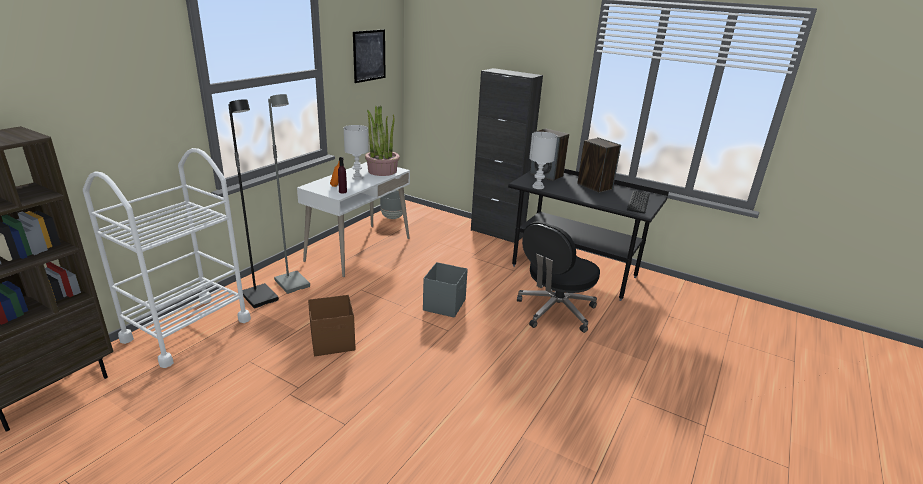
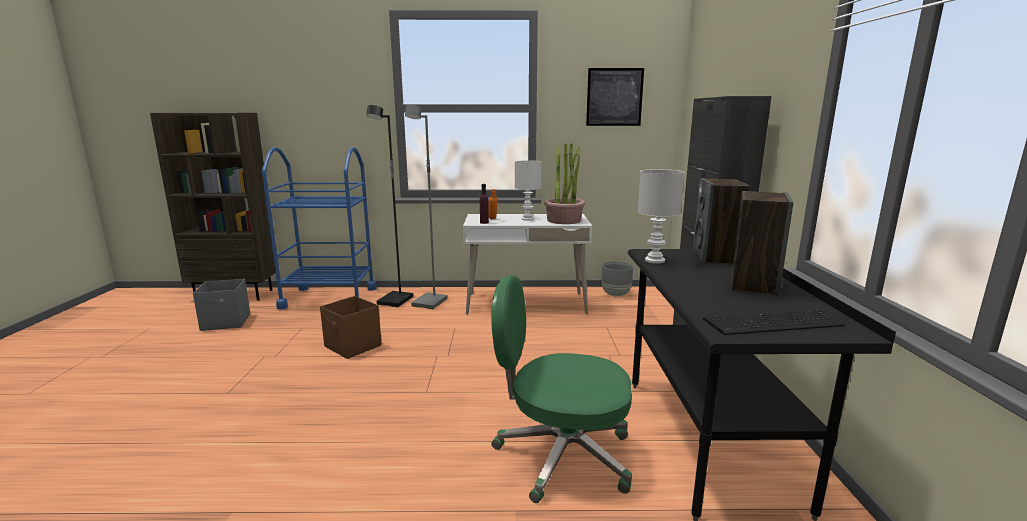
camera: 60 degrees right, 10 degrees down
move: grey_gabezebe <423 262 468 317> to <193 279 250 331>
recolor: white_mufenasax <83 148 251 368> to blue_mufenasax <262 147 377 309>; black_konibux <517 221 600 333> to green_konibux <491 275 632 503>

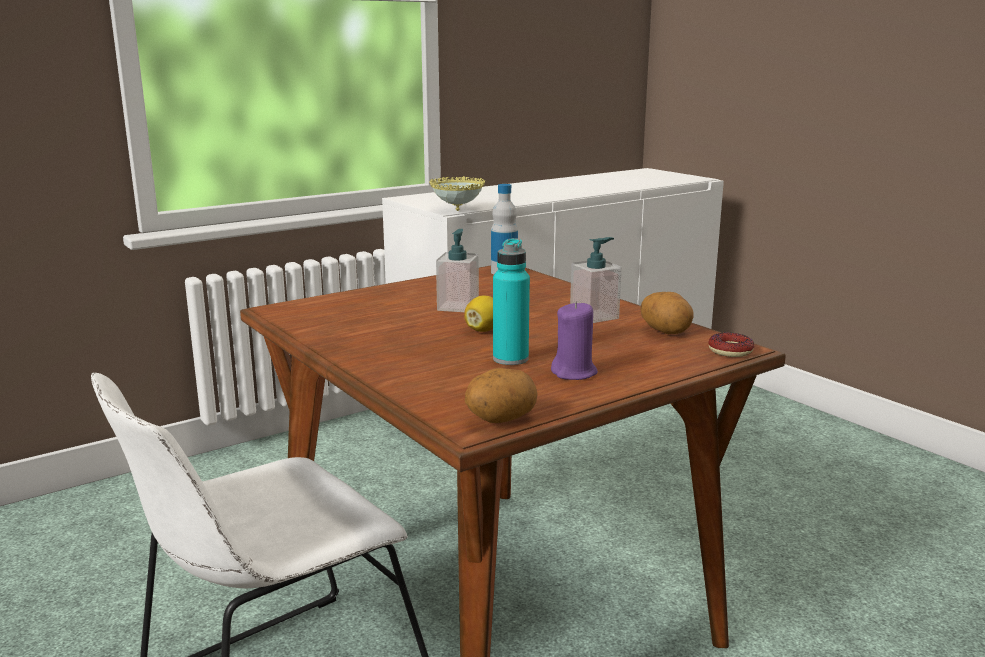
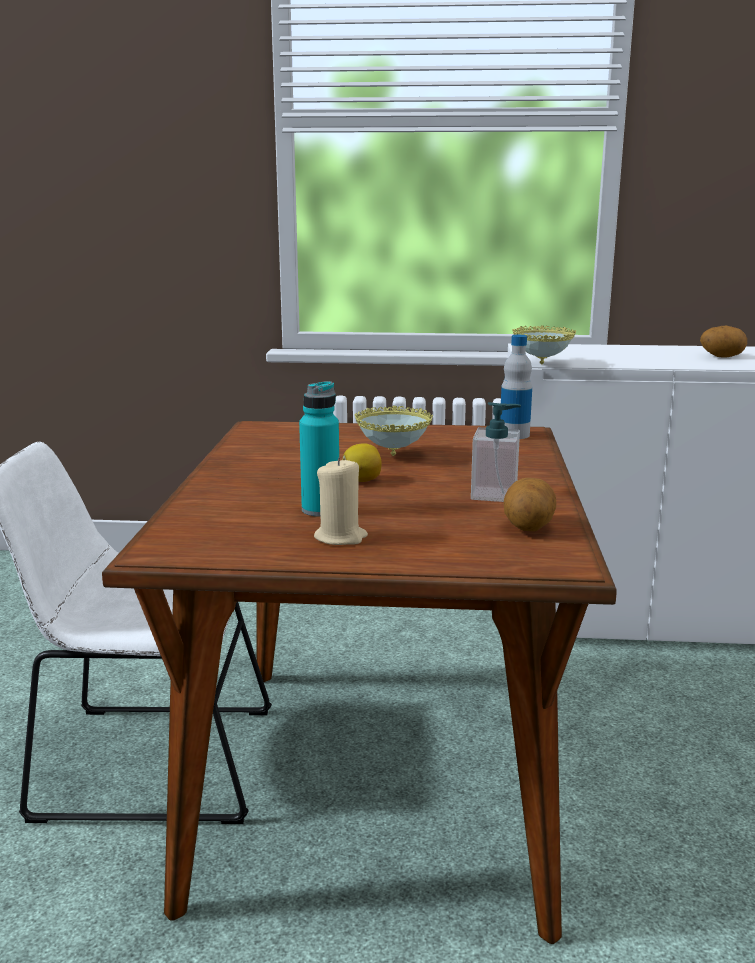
camera: 40 degrees right, 0 degrees up
delete: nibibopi <708 333 754 357>
move: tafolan <465 368 538 423> to <700 326 747 358>
replace: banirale <436 229 479 312> to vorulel <354 405 433 456>
recolor: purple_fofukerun <551 301 598 380> to beige_fofukerun <314 457 368 545>

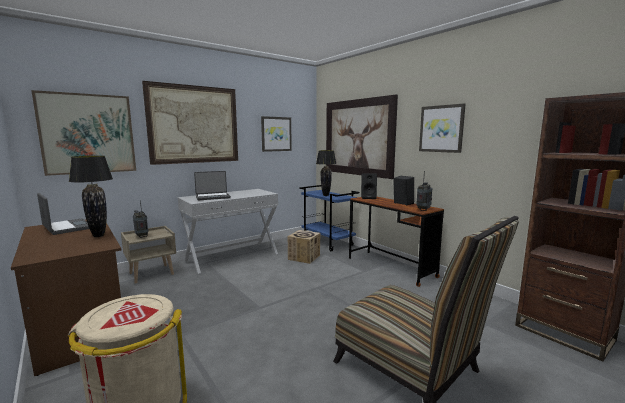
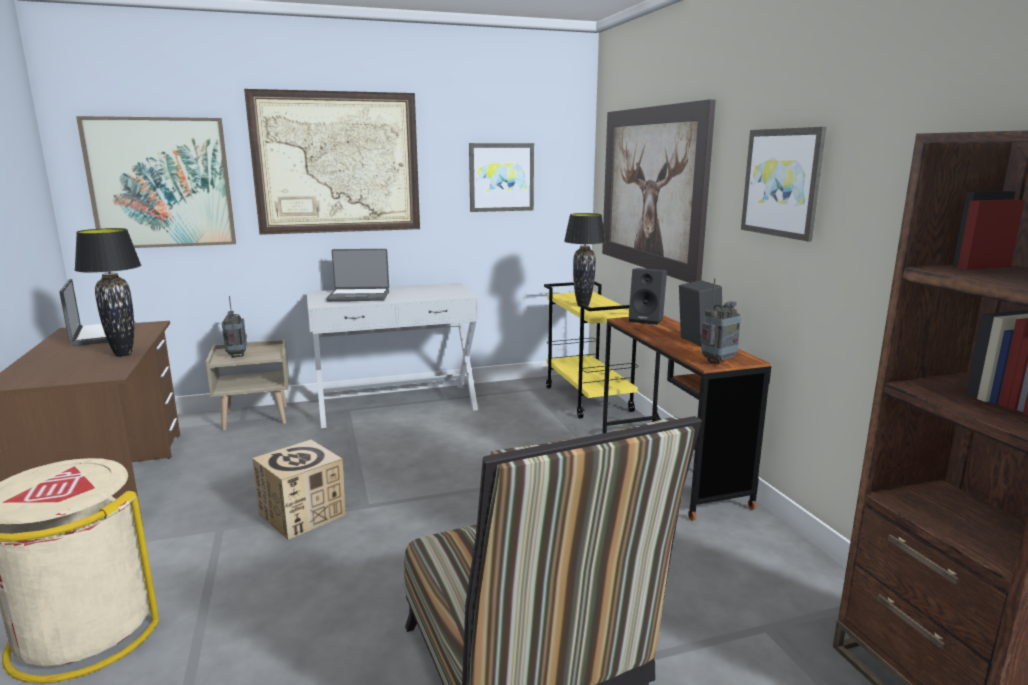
camera: 20 degrees right, 5 degrees up
move: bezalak <288 230 321 264> to <252 440 346 540>
recolor: blue_mufenasax <299 185 359 251> to yellow_mufenasax <544 281 639 419>

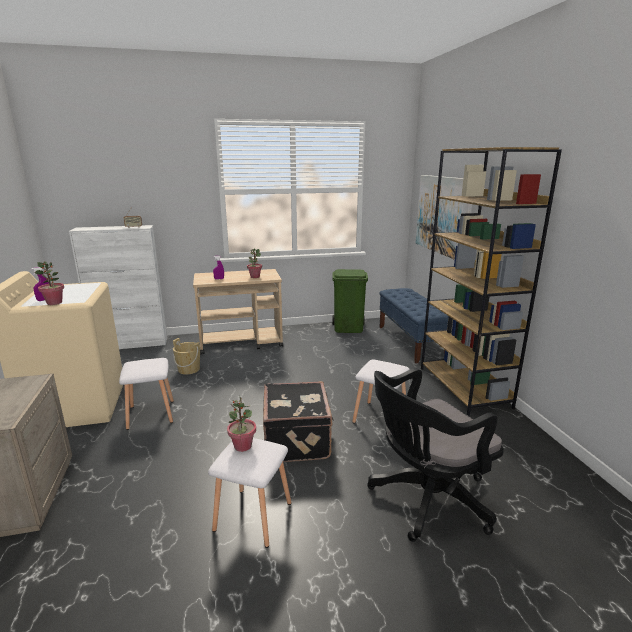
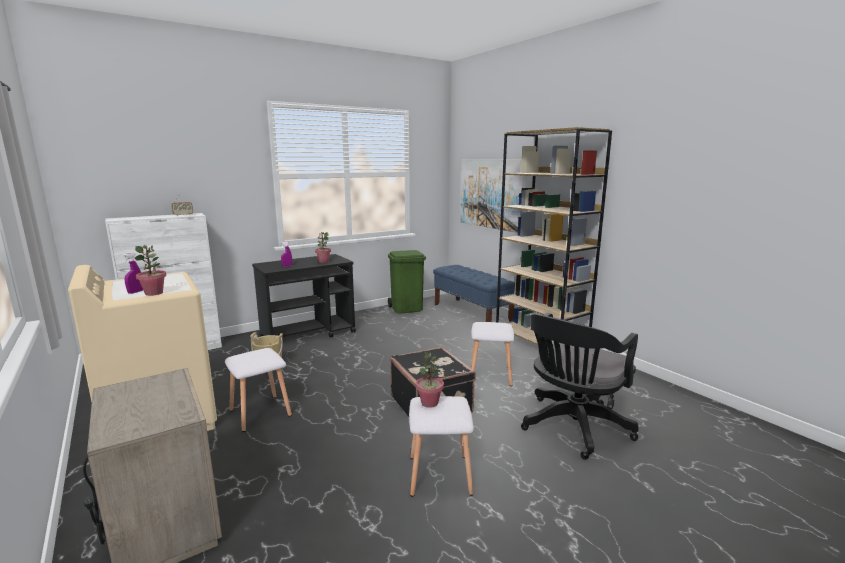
camera: 20 degrees left, 5 degrees down
recolor: beige_mufenasax <193 269 283 354> to black_mufenasax <252 254 356 337>

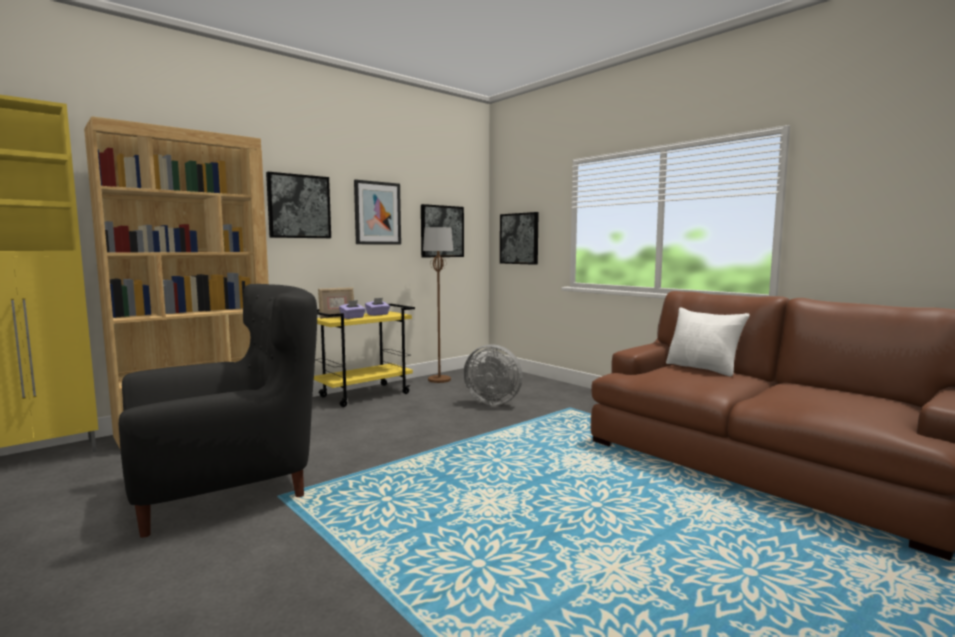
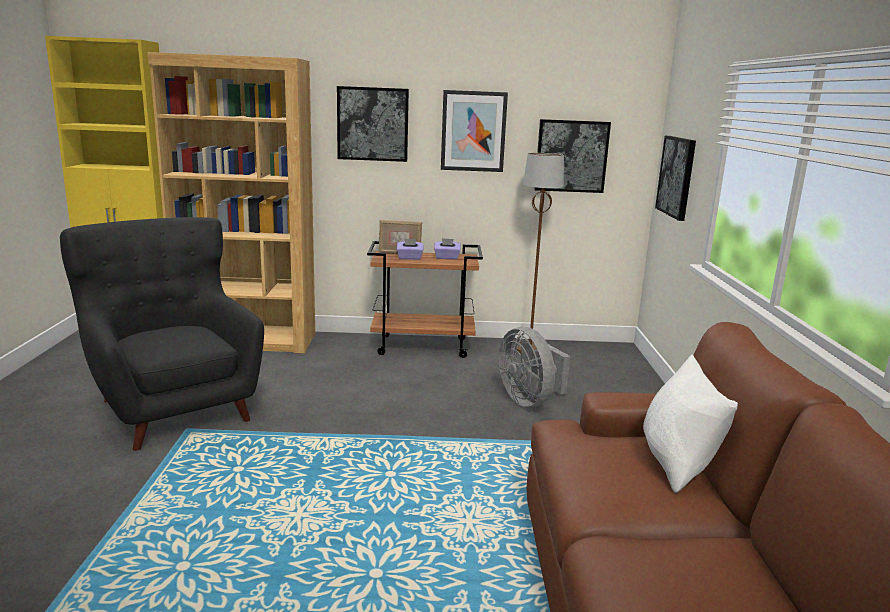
camera: 40 degrees right, 10 degrees up
recolor: yellow_mufenasax <314 304 415 407> to brown_mufenasax <367 241 483 358>
rotate: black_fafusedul <119 284 317 538> = <60 217 264 451> 135 degrees counterclockwise

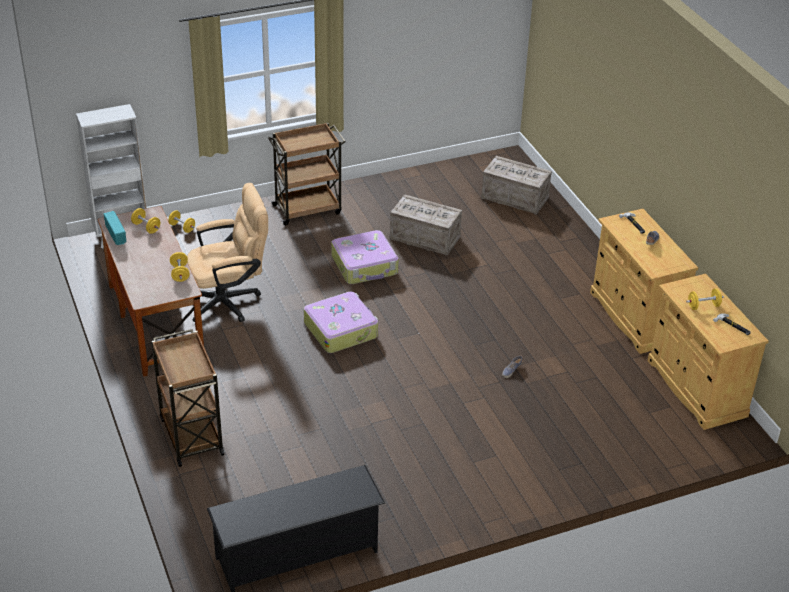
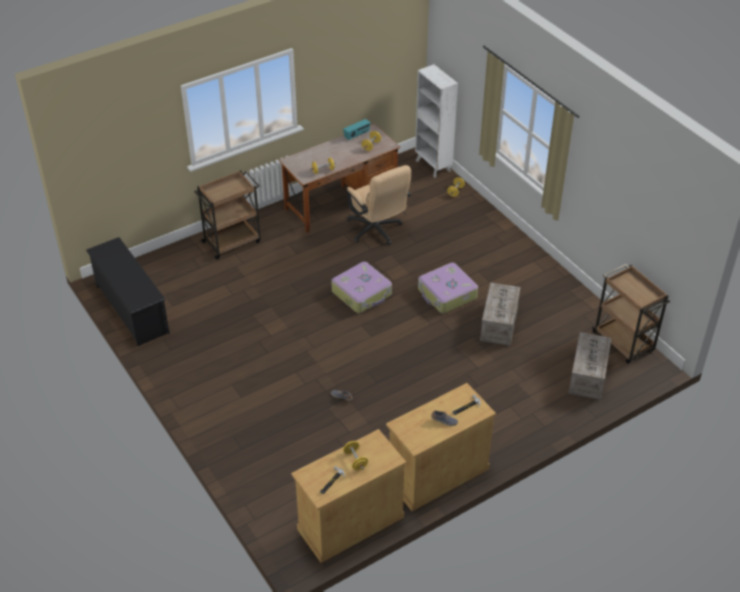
camera: 80 degrees right, 5 degrees up
move: brown_mufenasax <268 123 346 225> to <592 264 670 364>

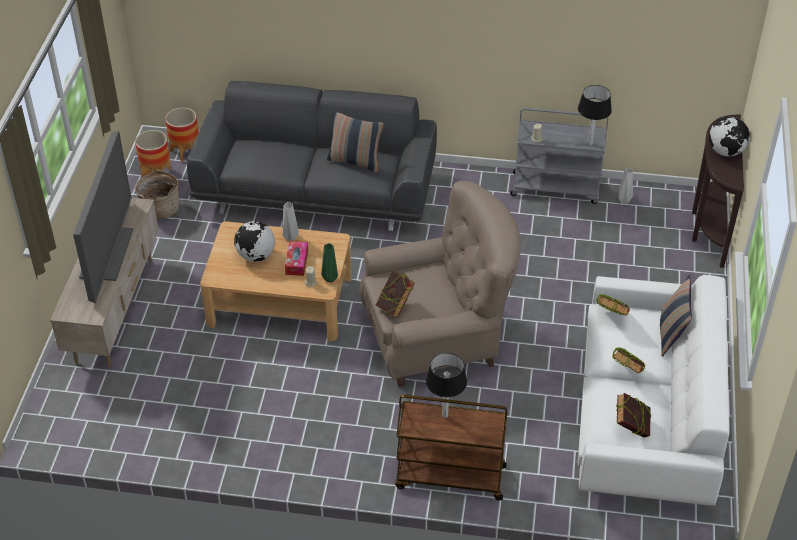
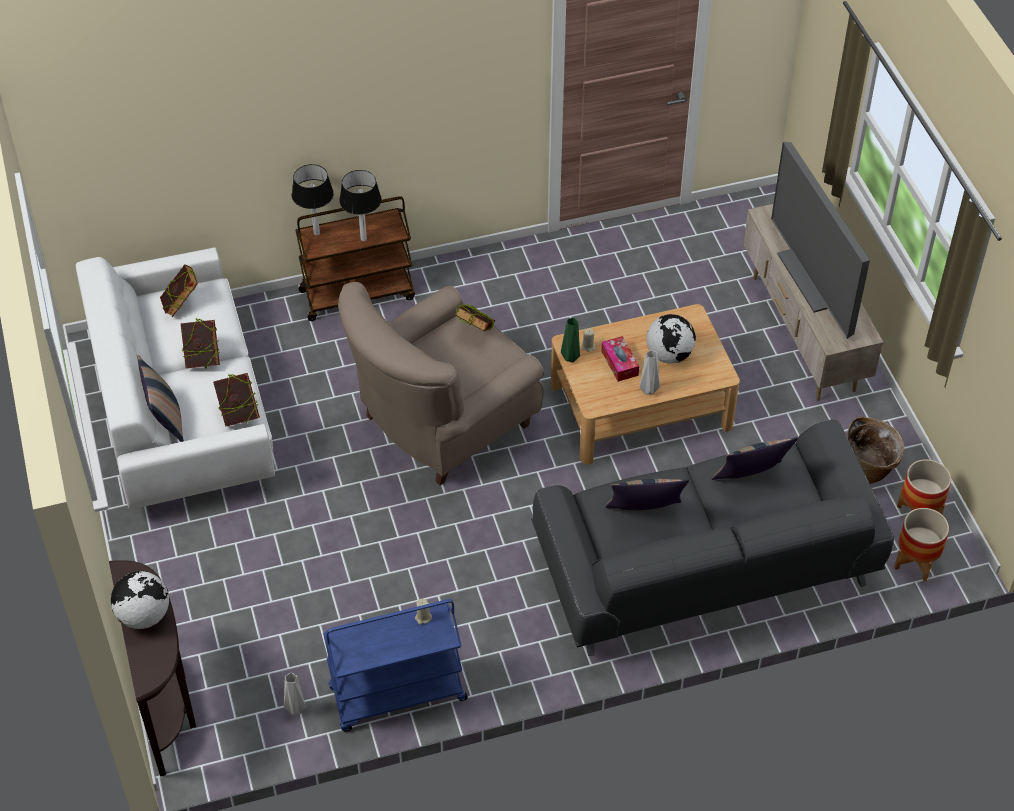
camera: 155 degrees right, 5 degrees up
insert: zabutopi <712 437 798 480>
move: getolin <578 85 612 145> to <292 164 334 236>
recolor: grey_mufenasax <510 108 608 204> to blue_mufenasax <323 599 468 732>

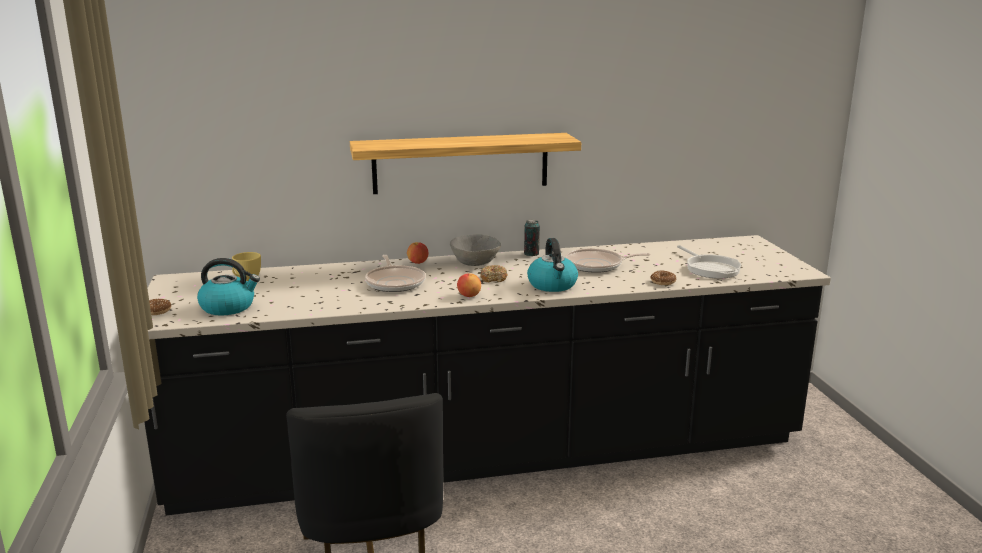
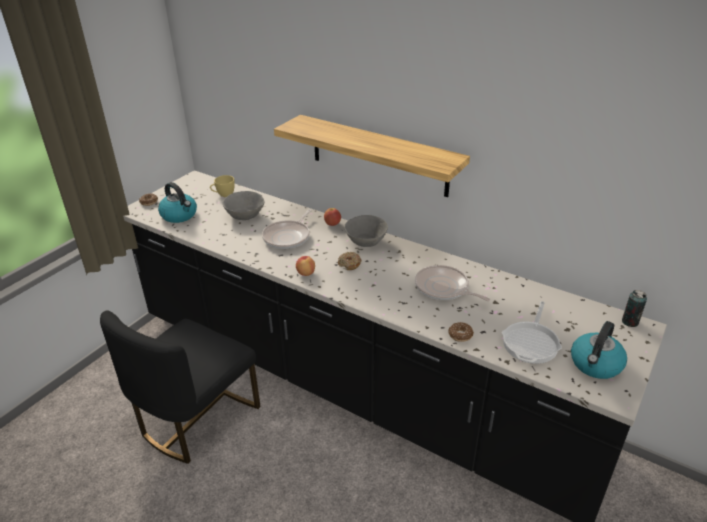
camera: 45 degrees right, 15 degrees up
insert: grey_vorulel <223 191 264 220>
move: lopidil <527 238 578 292> to <571 321 627 379>; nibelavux <524 220 540 256> to <622 290 647 327>

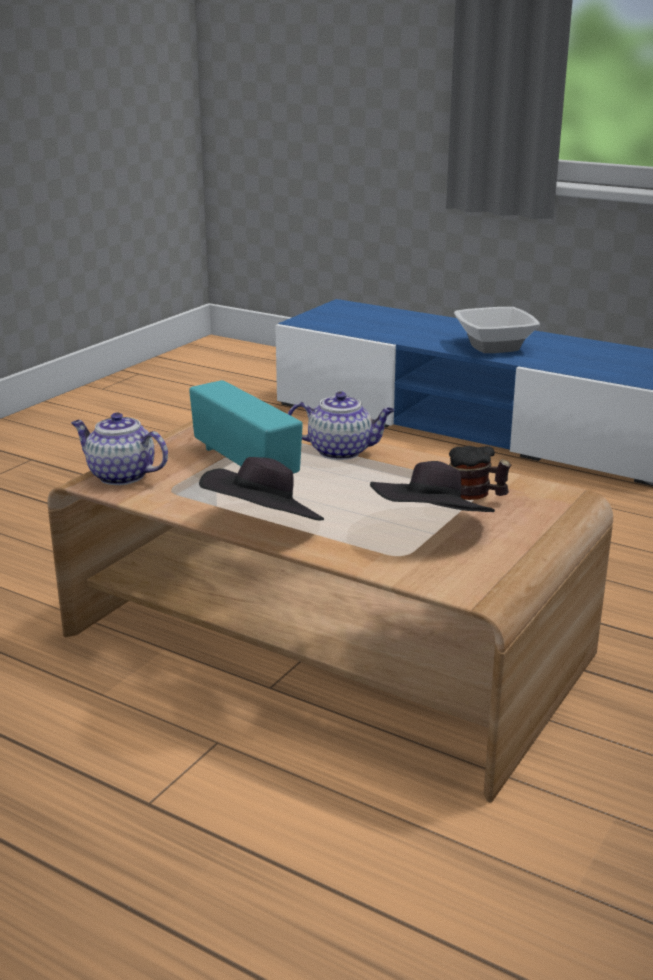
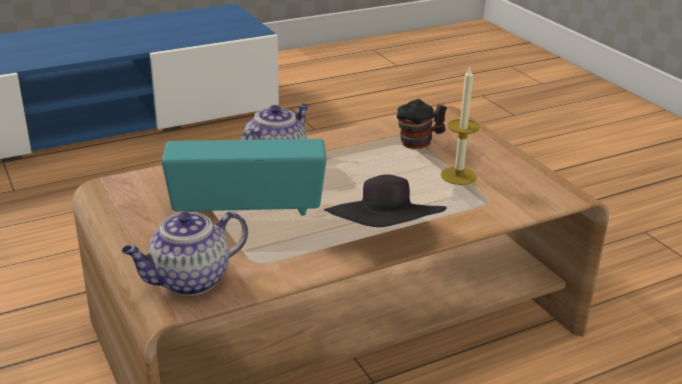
camera: 60 degrees left, 5 degrees up
delete: vorulel <454 307 540 353>
replace: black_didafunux <370 461 495 512> to fofukerun <441 67 480 185>

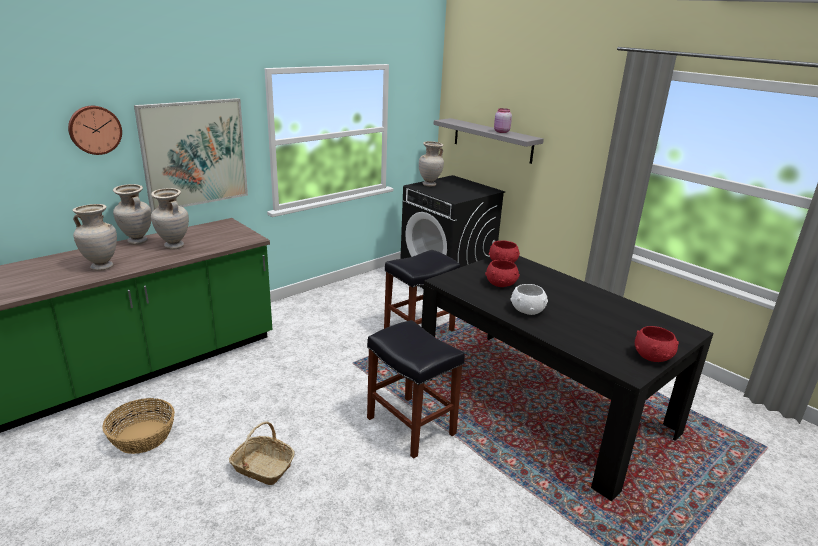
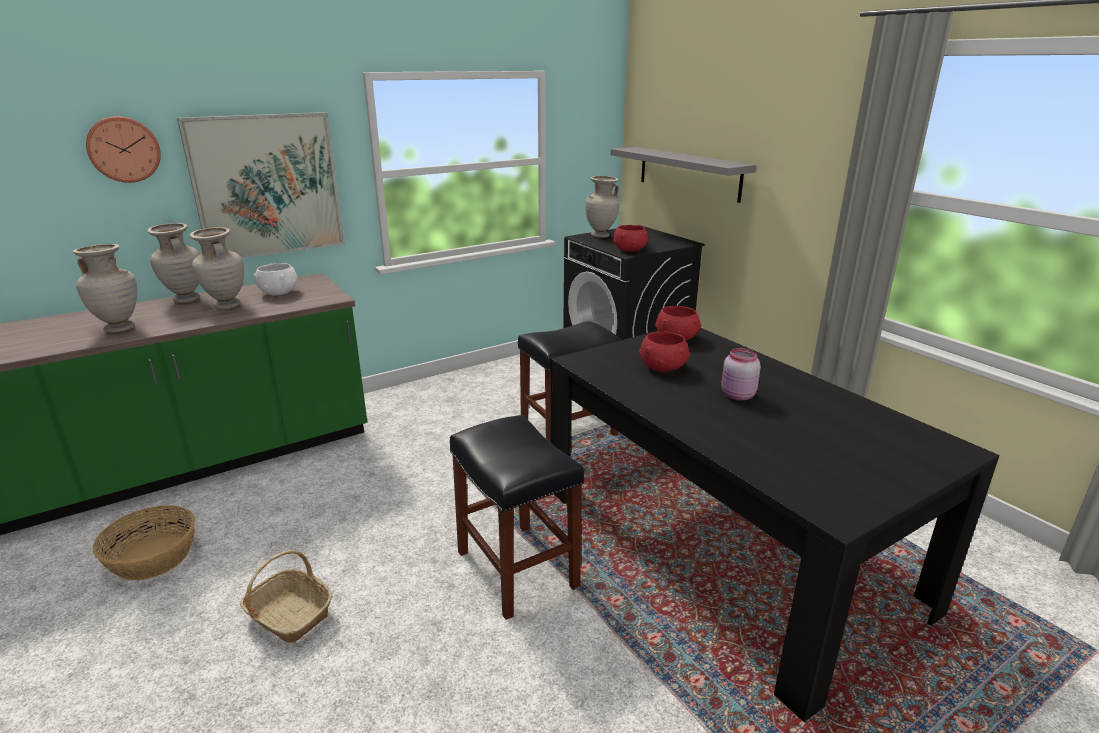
camera: 10 degrees right, 0 degrees up
move: white_vorulel <510 284 548 315> to <253 263 298 295>; red_vorulel <635 326 679 362> to <613 225 649 252>; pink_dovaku <494 108 512 133> to <721 348 761 401>

